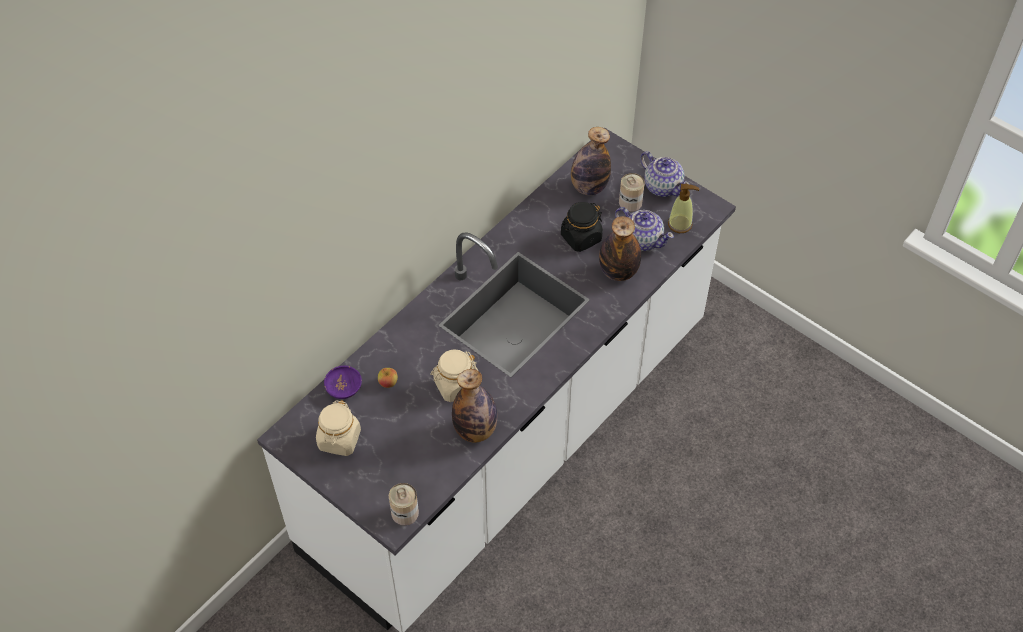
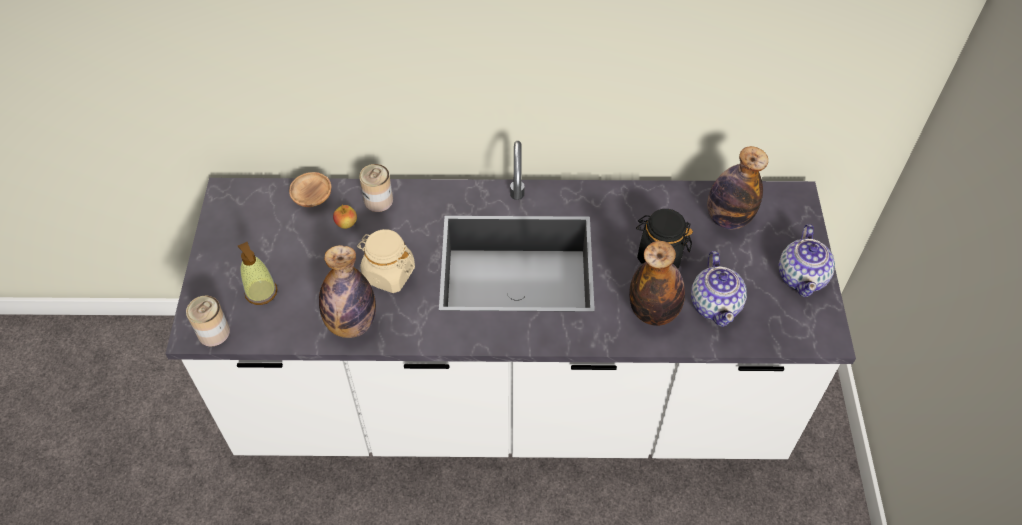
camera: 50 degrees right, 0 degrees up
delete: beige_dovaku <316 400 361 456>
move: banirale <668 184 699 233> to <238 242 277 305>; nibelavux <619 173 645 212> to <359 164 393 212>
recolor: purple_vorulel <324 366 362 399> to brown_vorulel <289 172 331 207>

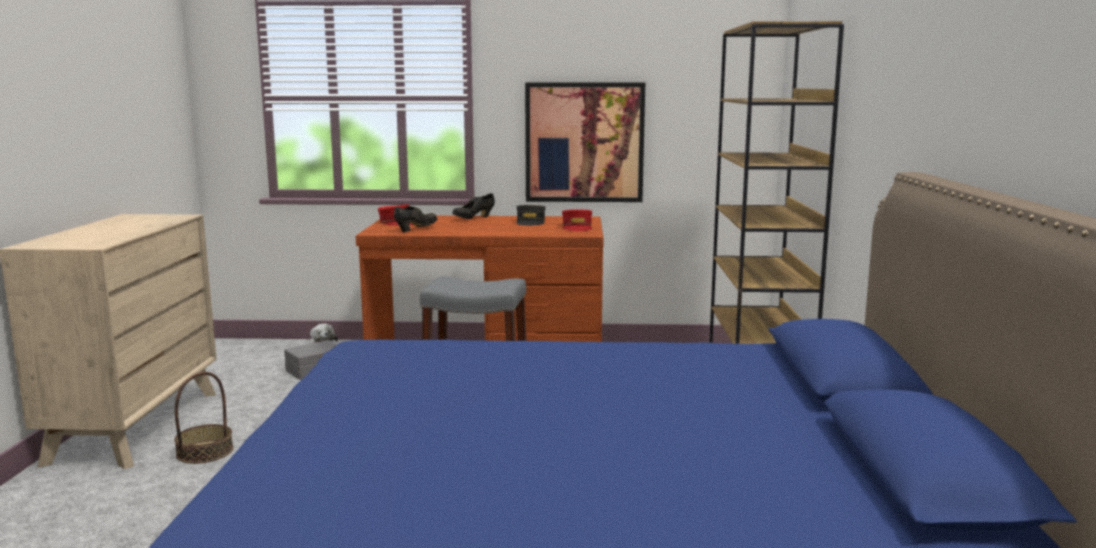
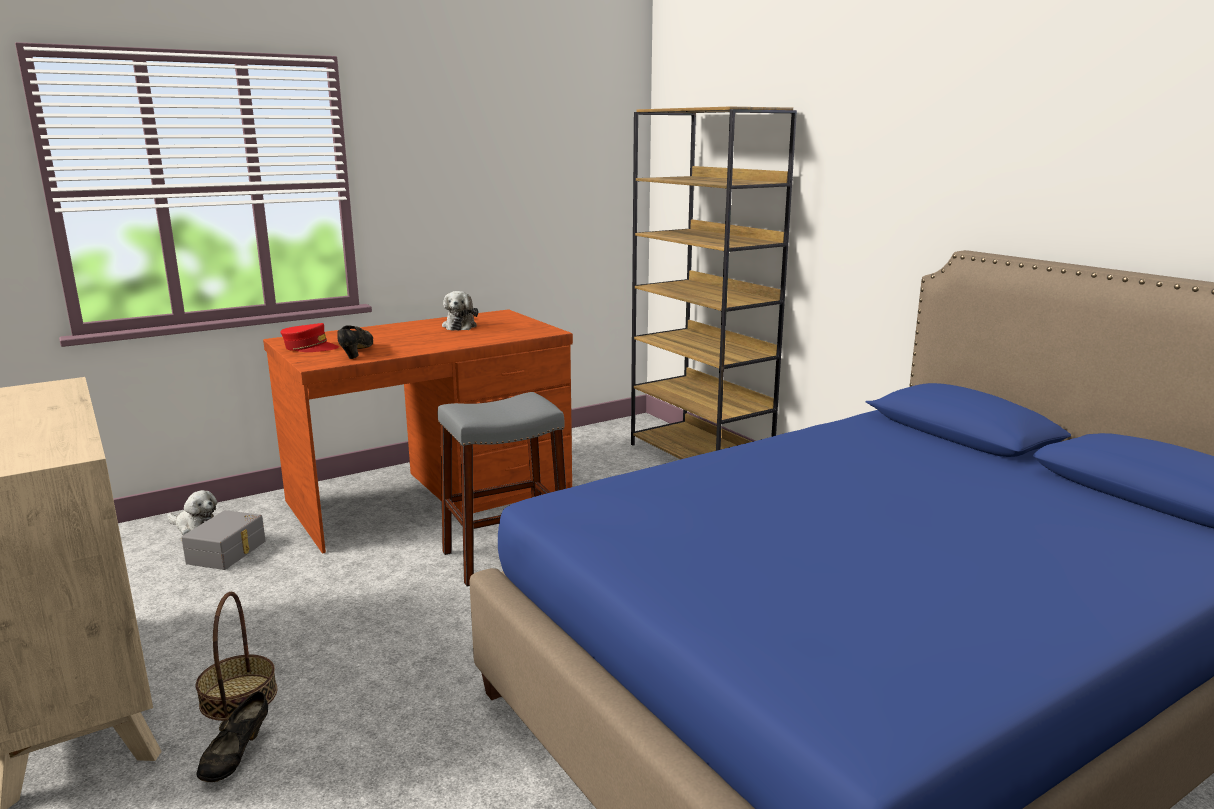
camera: 35 degrees left, 5 degrees up
delete: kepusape <525 82 645 202>; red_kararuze <562 209 592 231>
move: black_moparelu <452 193 495 219> to <196 691 268 782>
replace: grey_kararuze <516 205 546 226> to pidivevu <442 291 478 331>

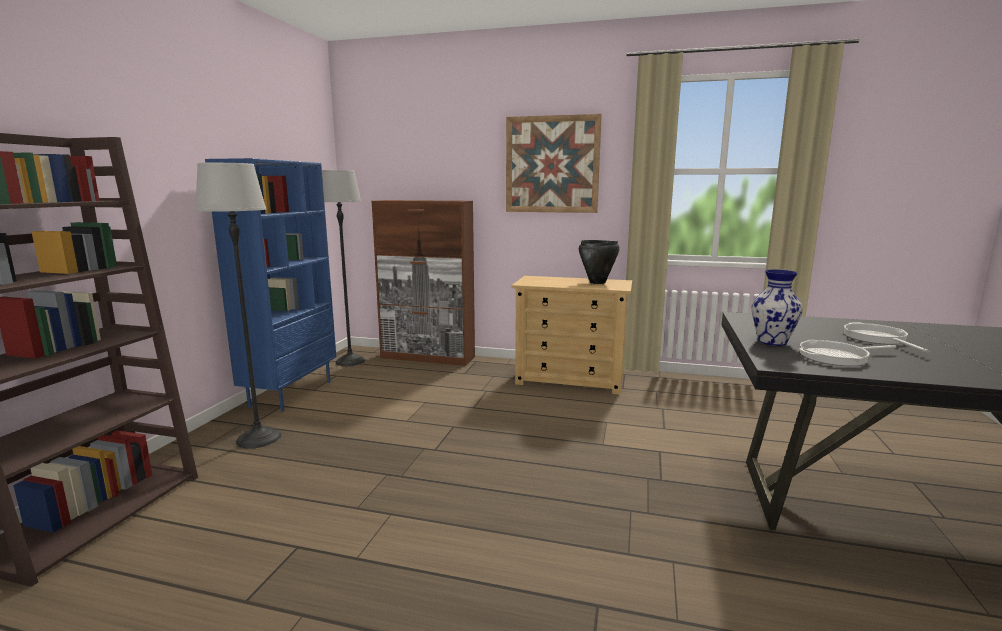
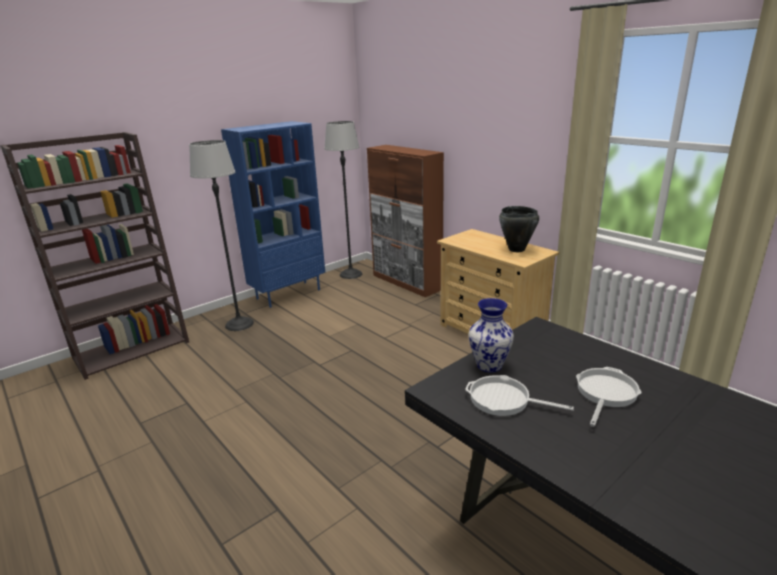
camera: 35 degrees right, 10 degrees up
delete: kepusape <506 114 602 213>

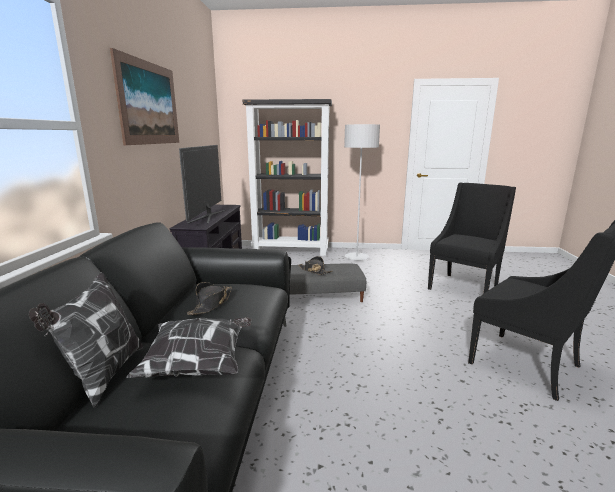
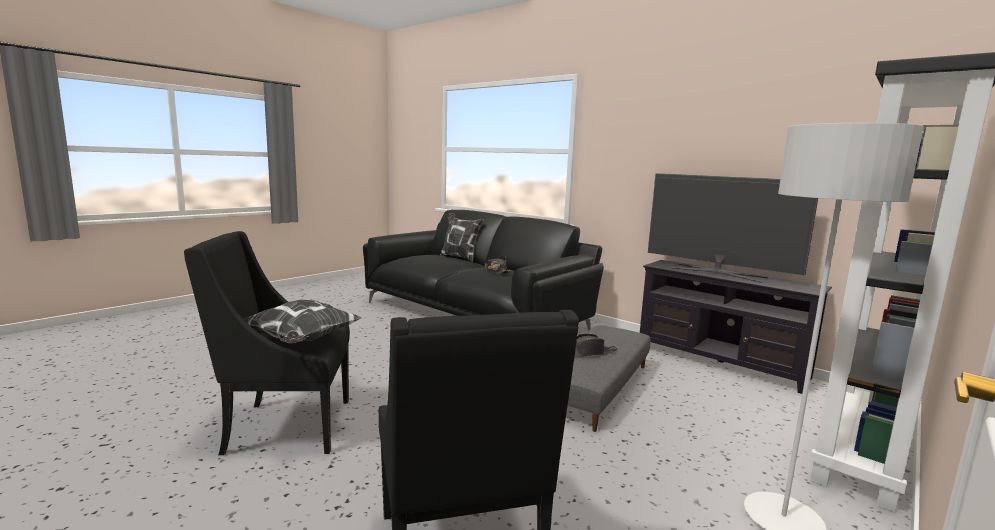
camera: 125 degrees right, 5 degrees down
delete: kepusape <110 48 179 145>
move: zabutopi <126 317 252 378> to <243 299 362 343>

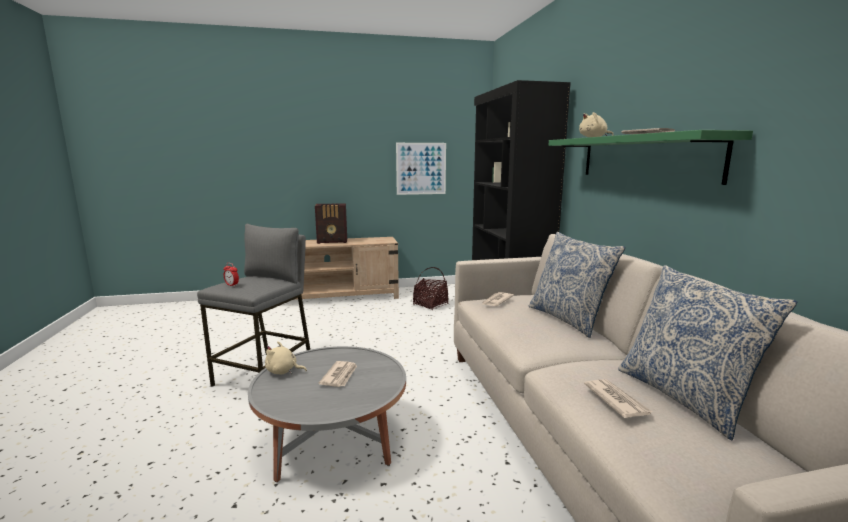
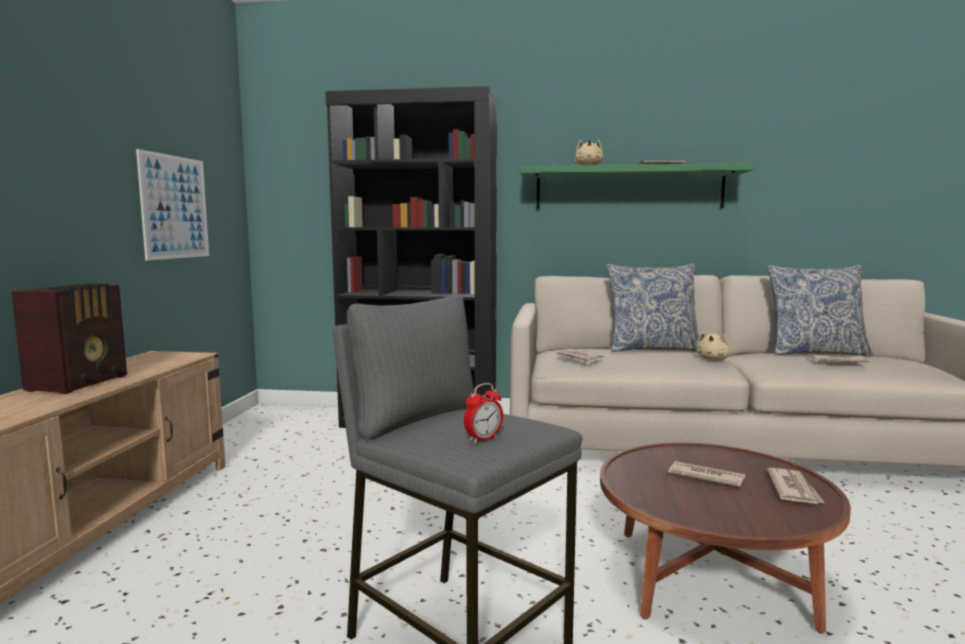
camera: 70 degrees left, 5 degrees down
delete: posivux <413 267 448 310>
insert: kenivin <767 468 825 504>
move: beige_pidivevu <265 341 307 374> to <697 332 732 361>
recolor: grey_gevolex <248 346 406 482> to brown_gevolex <600 442 851 634>

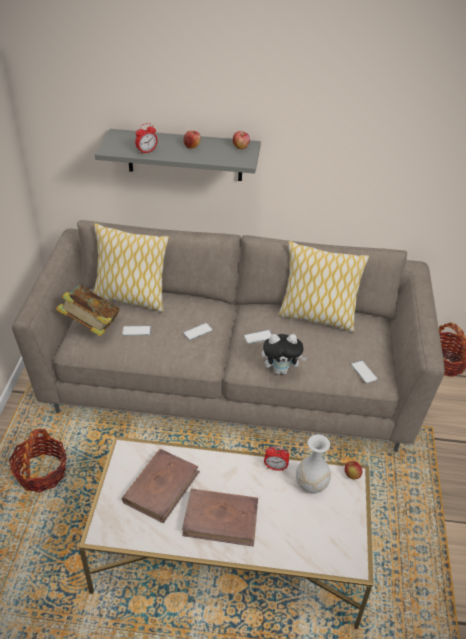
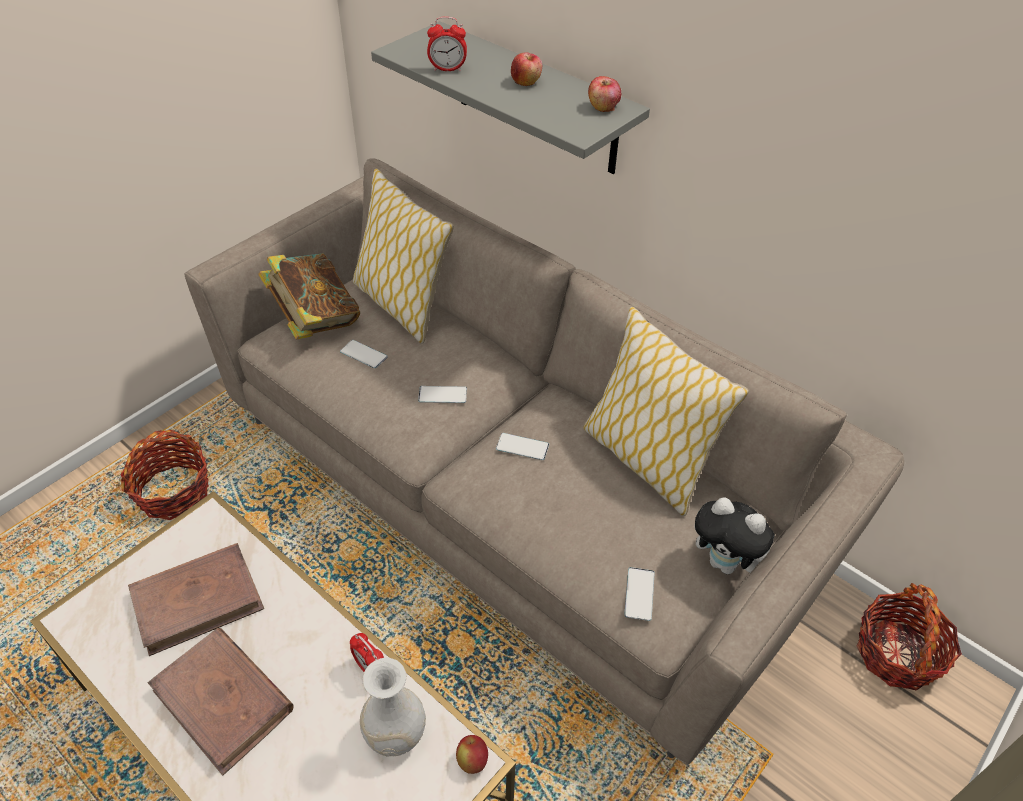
camera: 35 degrees right, 5 degrees up
move: pidivevu <262 334 307 375> to <694 497 775 574>

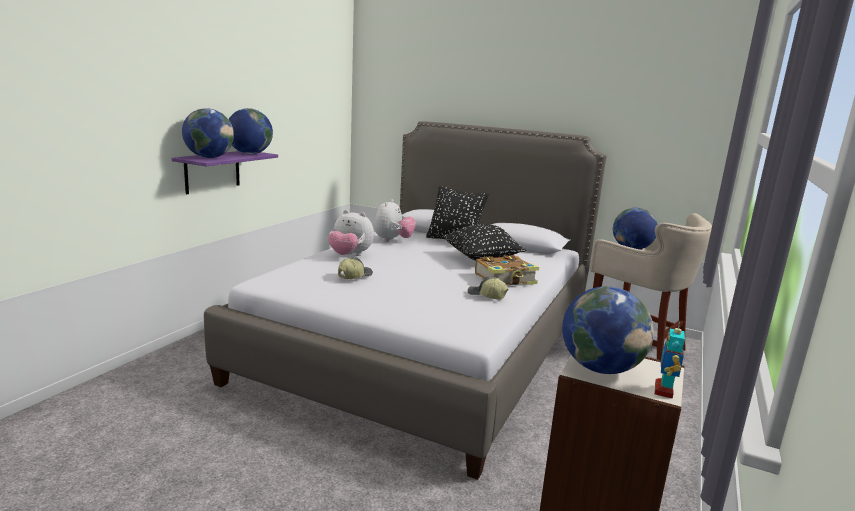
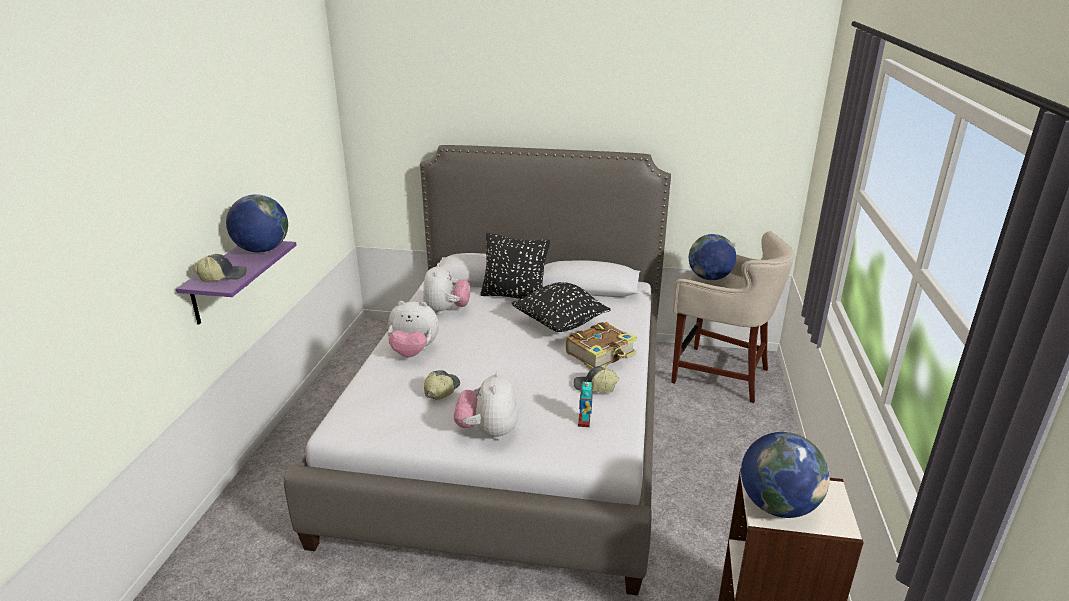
camera: 15 degrees left, 10 degrees up
insert: pidivevu <454 371 518 440>
move: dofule <655 321 685 398> to <578 382 593 427>
replace: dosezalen <182 108 234 158> to kararuze <193 254 247 281>

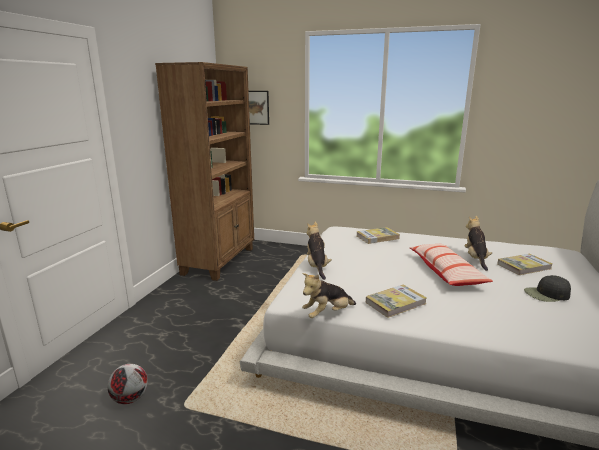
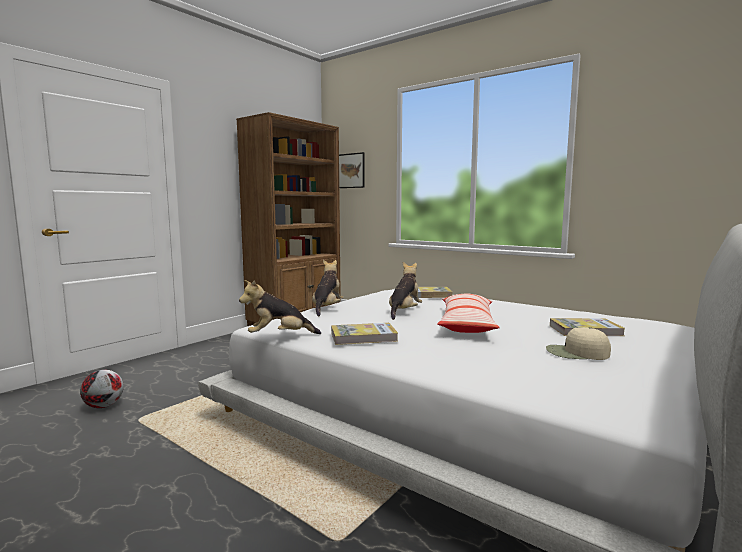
camera: 20 degrees right, 10 degrees down
move: pidivevu <464 216 492 271> to <389 262 422 320>
recolor: black_kararuze <524 275 571 302> to beige_kararuze <546 327 611 360>

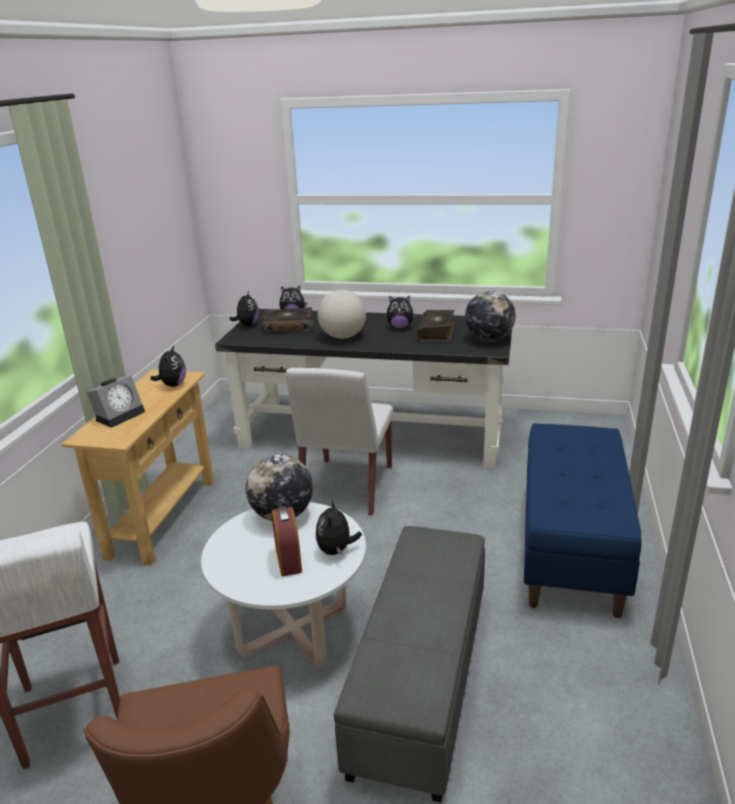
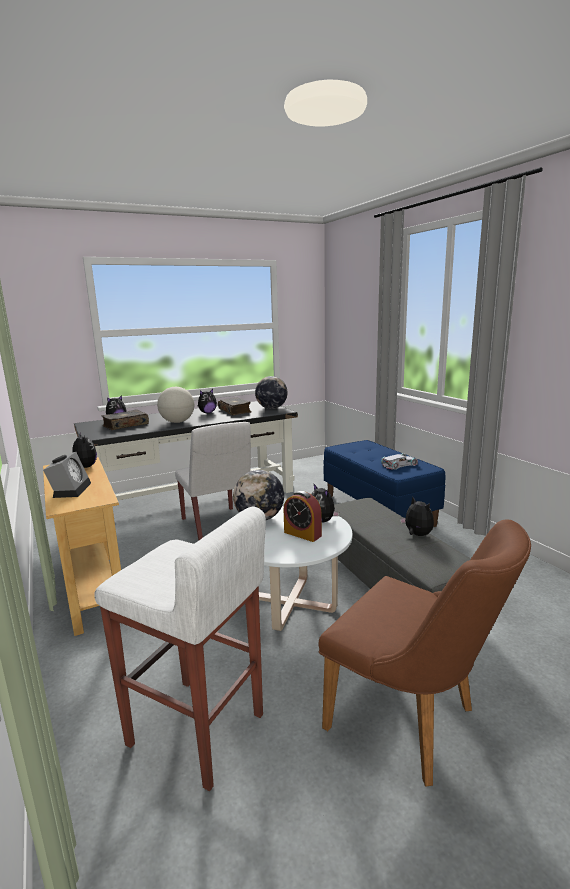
camera: 40 degrees left, 10 degrees down
insert: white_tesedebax <381 453 418 470>
move: pidivevu <229 291 259 326> to <400 497 434 536>

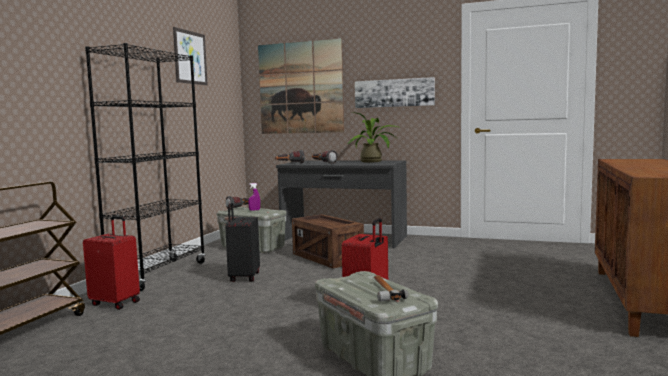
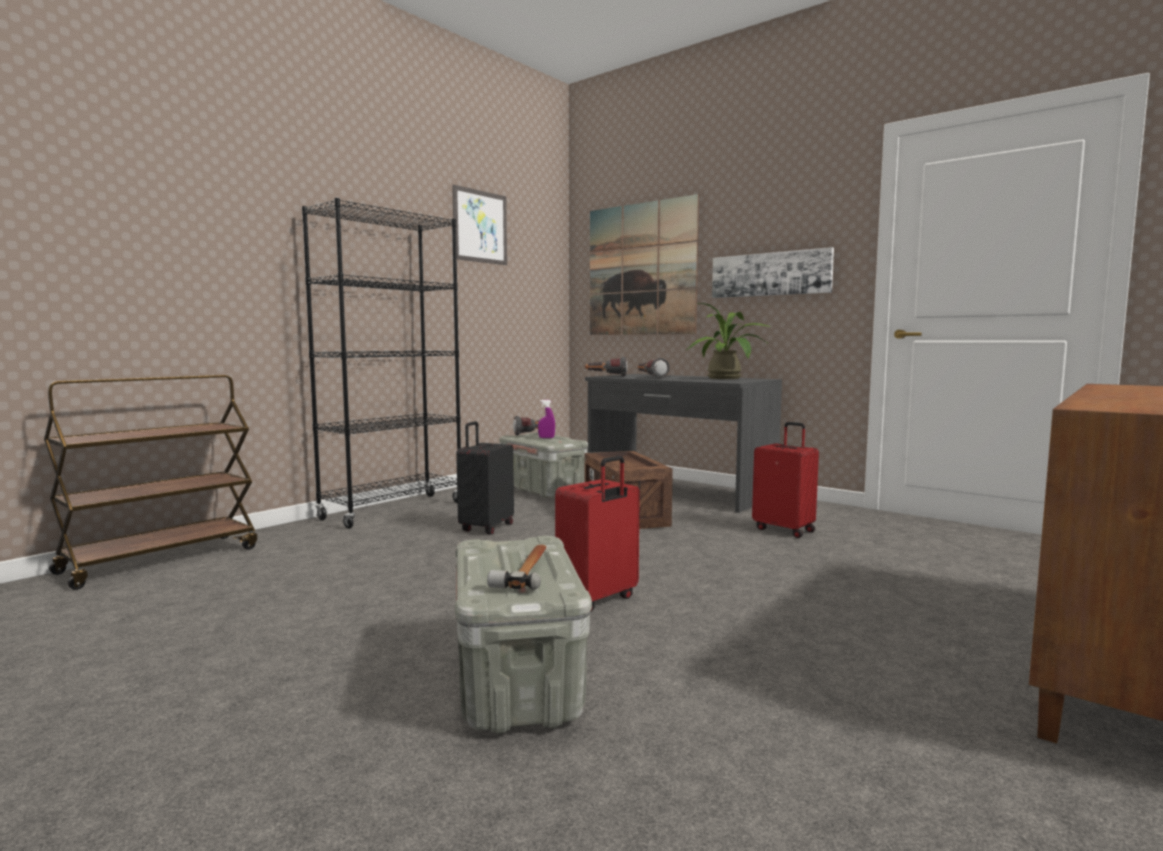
camera: 20 degrees right, 0 degrees up
move: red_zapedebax <83 216 140 310> to <752 422 819 538>

